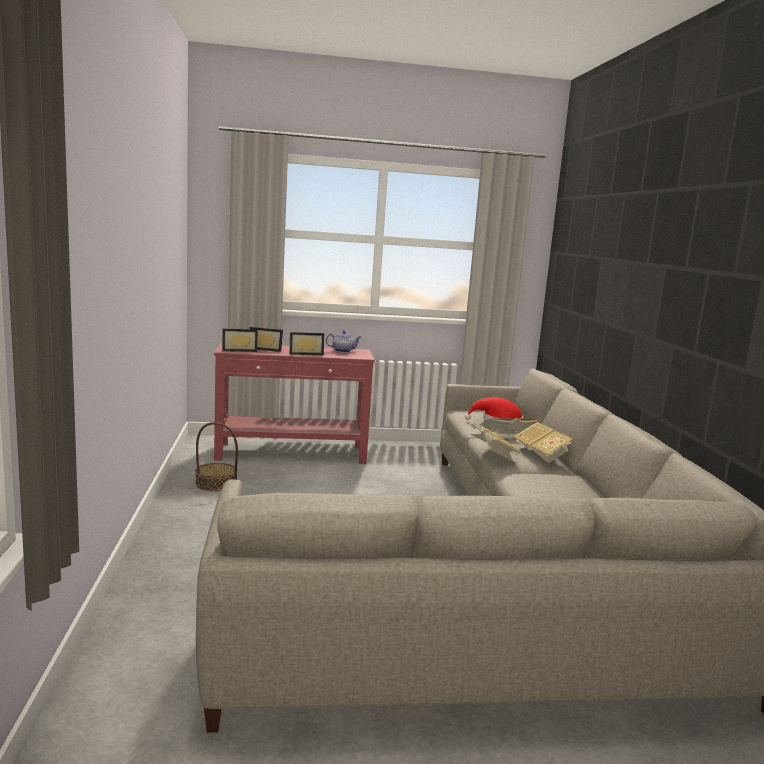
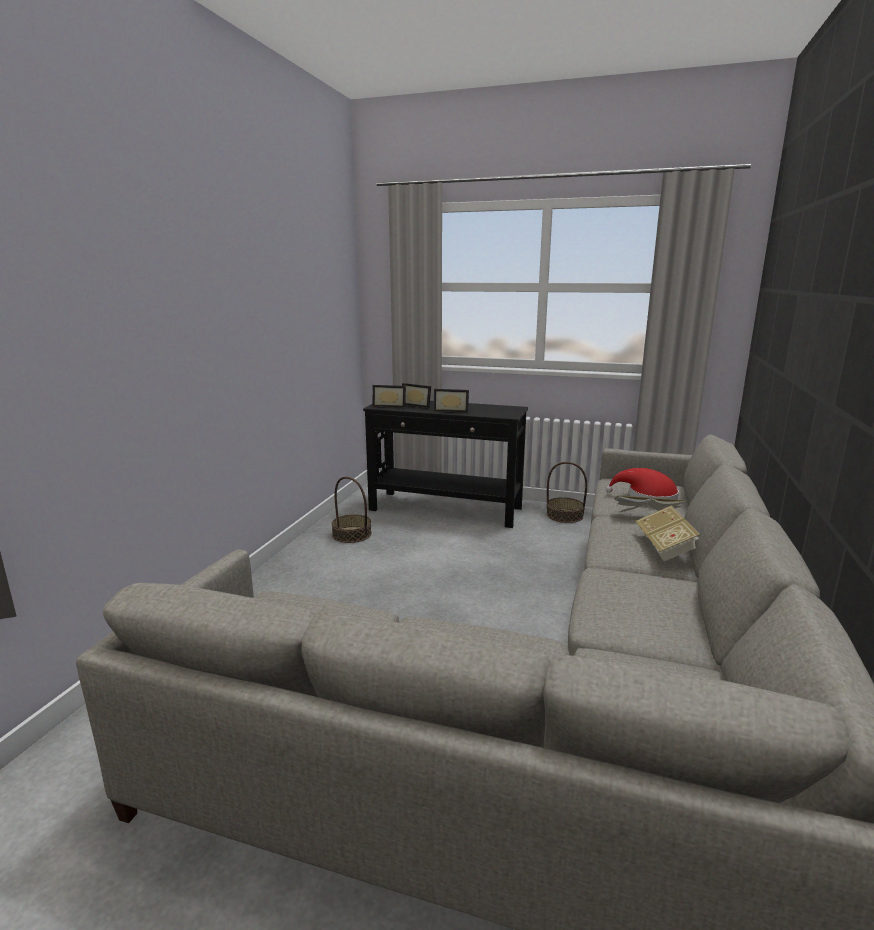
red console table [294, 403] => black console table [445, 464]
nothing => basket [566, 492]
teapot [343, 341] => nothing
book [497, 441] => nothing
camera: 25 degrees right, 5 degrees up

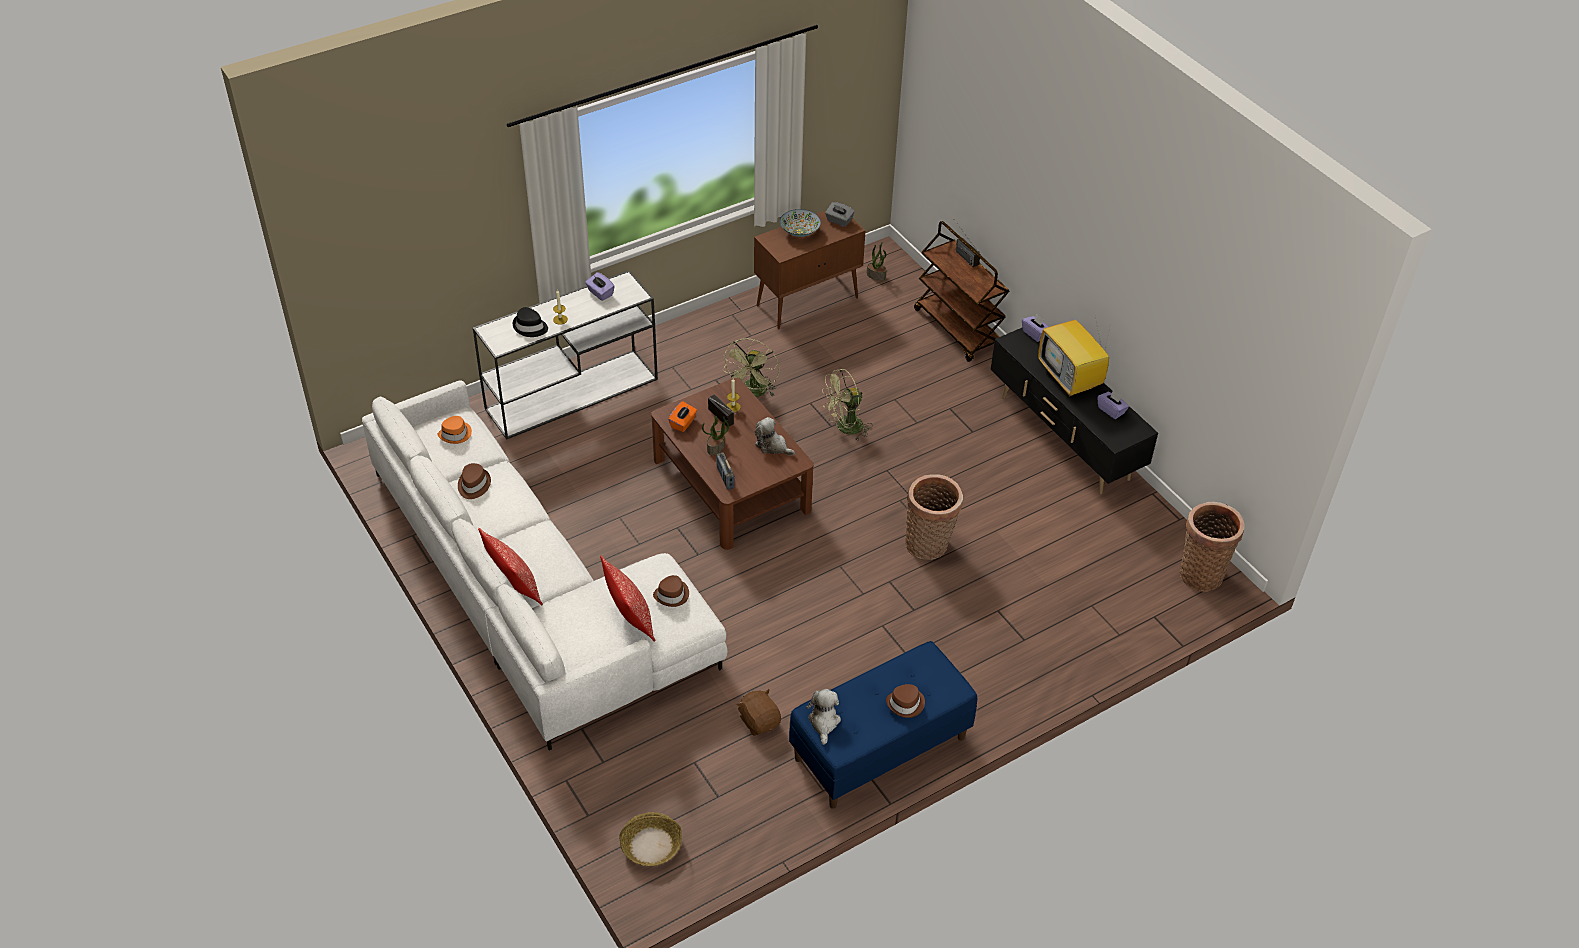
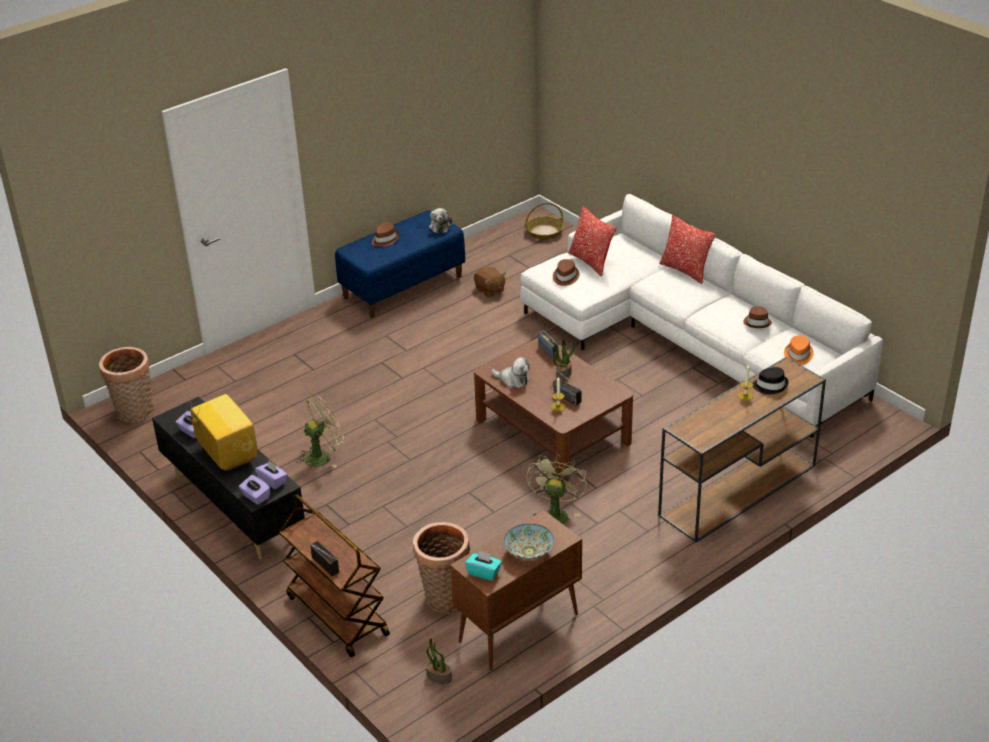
purple tissue box [600, 286] => purple tissue box [271, 475], relocated
green fan [846, 405] => green fan [320, 432], relocated
basket [934, 517] => basket [441, 568], relocated
grey tissue box [840, 214] => turquoise tissue box [483, 566]
white console table [565, 355] => brown console table [742, 450]
orange tissue box [682, 416] => nothing
camera: 175 degrees right, 10 degrees down

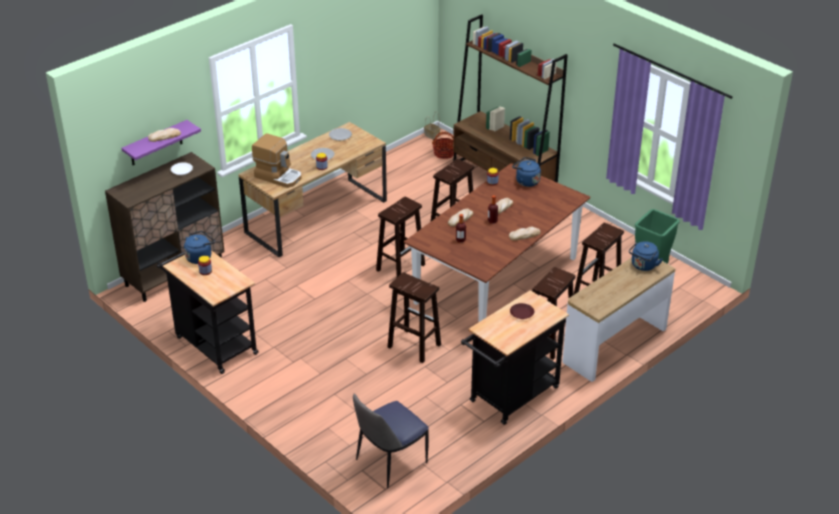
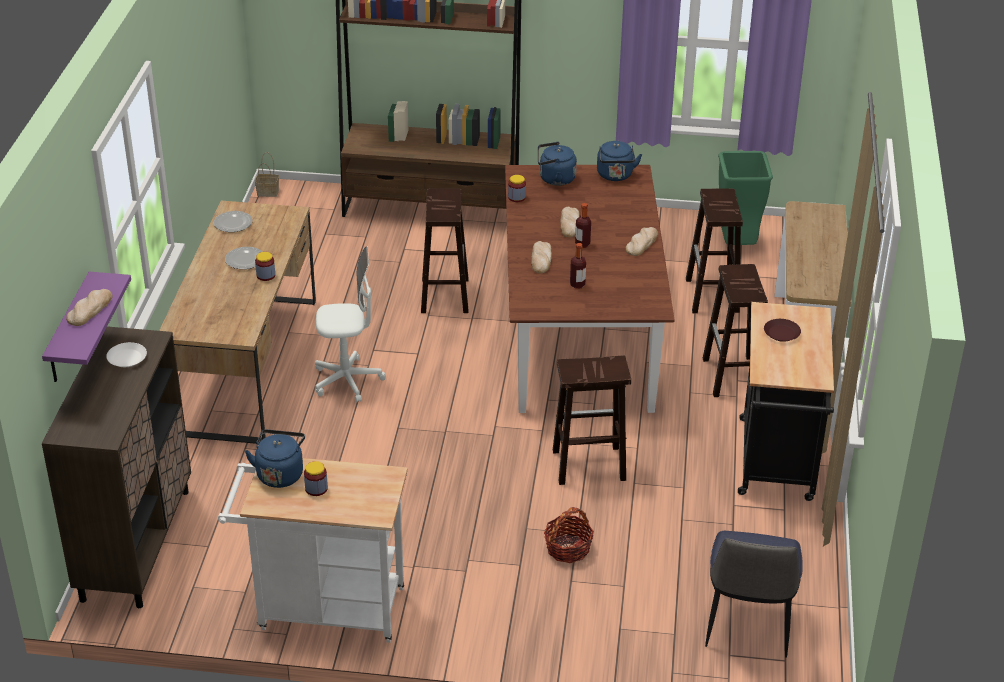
black cart [208, 312] => white cart [313, 550]
nothing => white office chair [350, 325]
basket [443, 145] => basket [569, 535], relocated
blue kettle [646, 256] => blue kettle [619, 161], relocated
coffee machine [276, 160] => nothing
brown stool [400, 237] => nothing
camera: 40 degrees left, 0 degrees up

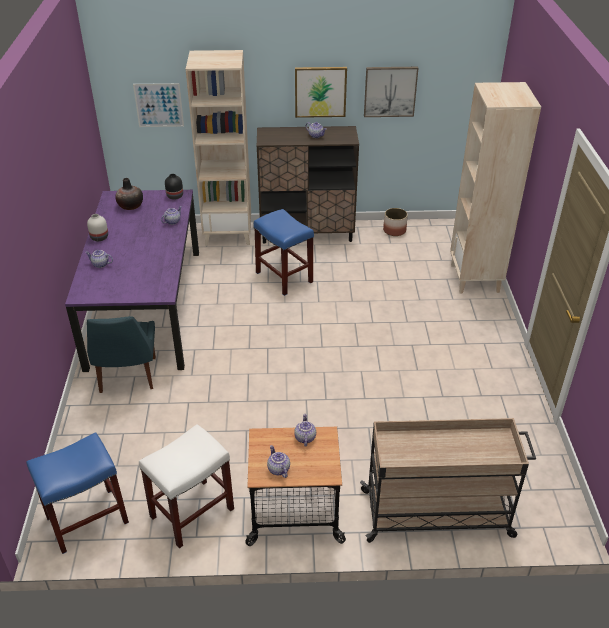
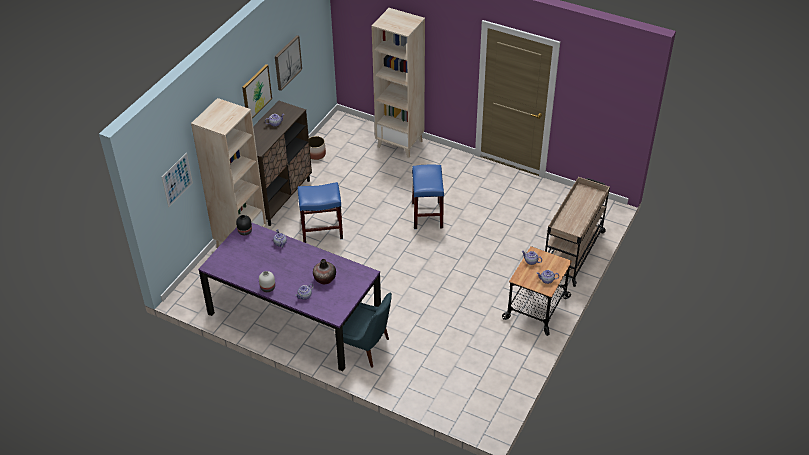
vase [129, 194] => vase [324, 271], relocated
blue stool [77, 493] => blue stool [428, 196], relocated
white stool [186, 486] => nothing
camera: 60 degrees left, 5 degrees up

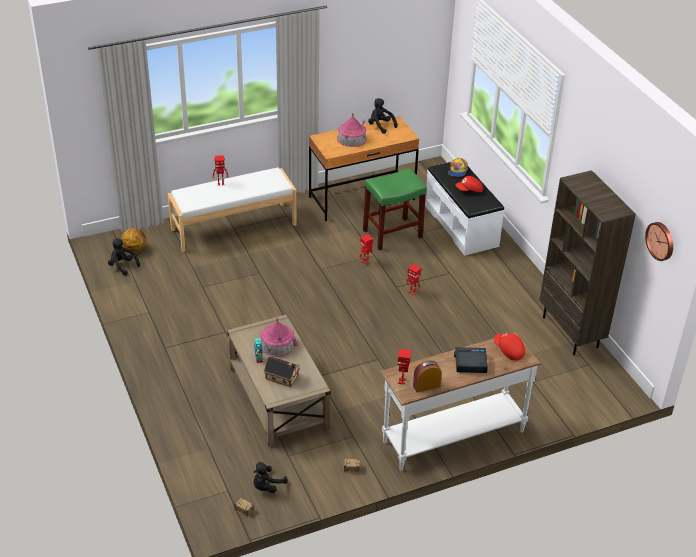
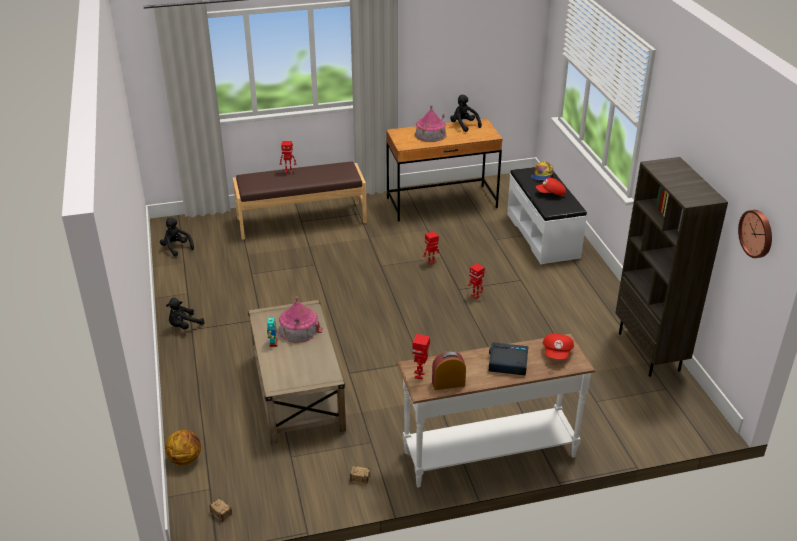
basketball [133, 240] => basketball [183, 447], relocated
black plush toy [270, 477] => black plush toy [185, 313], relocated
white bench [232, 210] => brown bench [300, 200]
red cap [509, 347] => red cap [558, 346], 135 degrees counterclockwise
toy house [282, 371] => nothing
green stool [395, 209] => nothing
camera: 10 degrees right, 5 degrees down

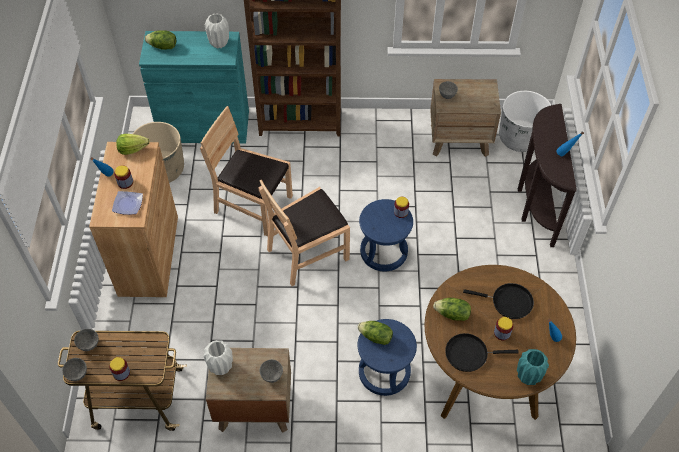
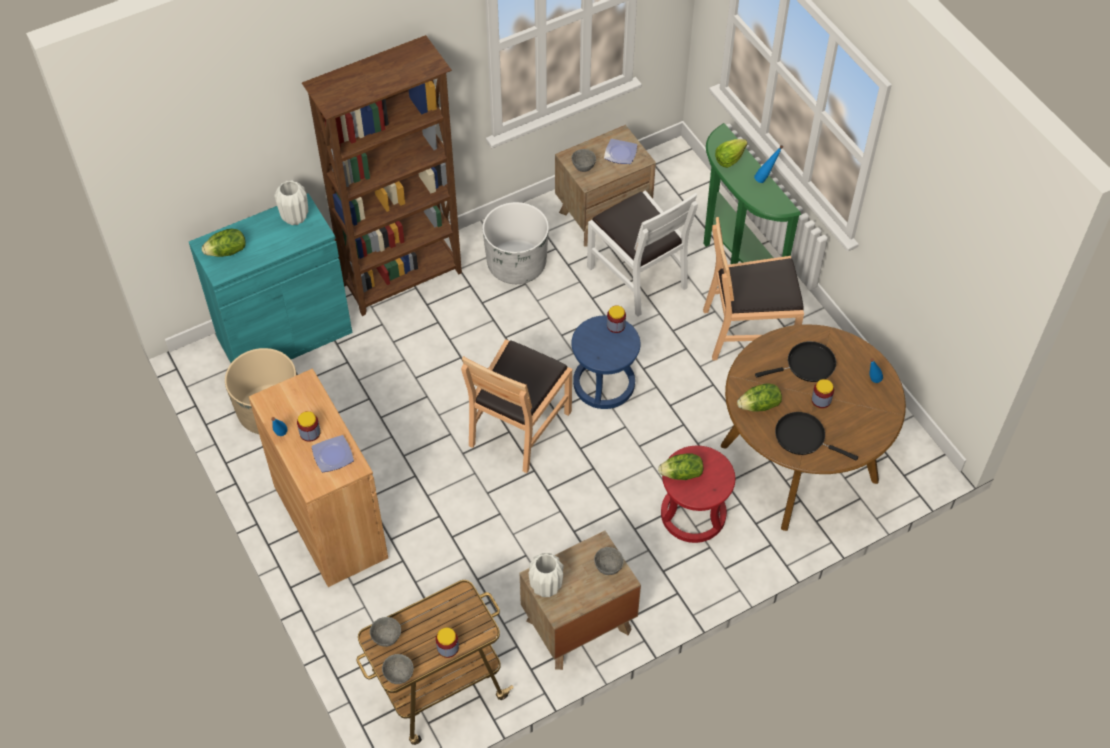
white planter [525, 121] => white planter [516, 243], relocated
nothing => white chair [642, 253]
nothing => plate [620, 151]
blue stool [387, 357] => red stool [698, 494]
brown console table [547, 175] => green console table [752, 193]
brown chair [246, 171] => brown chair [753, 289], relocated
lettuce [132, 144] => lettuce [731, 153], relocated
black frying pan [482, 352] => black frying pan [816, 436], 60 degrees clockwise
turquoise vase [533, 367] => nothing
camera: 30 degrees left, 0 degrees up

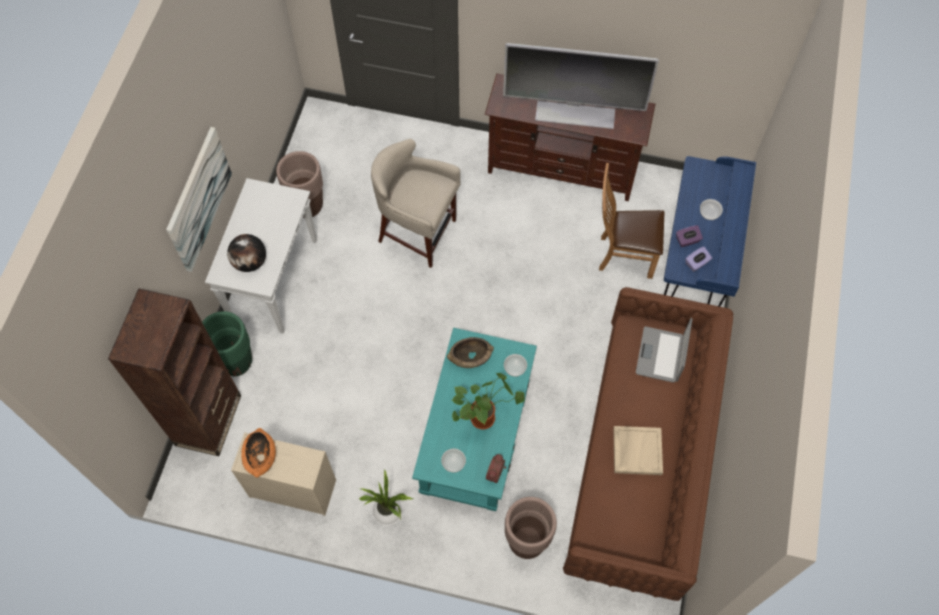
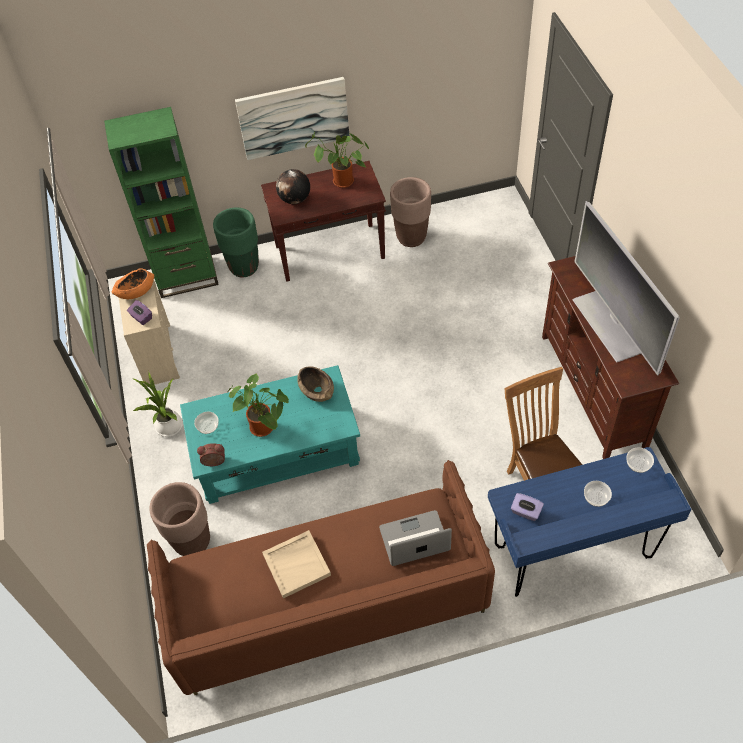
brown bookcase [174, 372] => green bookcase [161, 202]
purple tissue box [689, 236] => purple tissue box [139, 312], relocated
white console table [261, 256] => brown console table [323, 221]
nothing => potted plant [337, 160]
bowl [515, 365] => bowl [640, 460], relocated
beige stool [415, 203] => nothing
camera: 65 degrees right, 10 degrees down

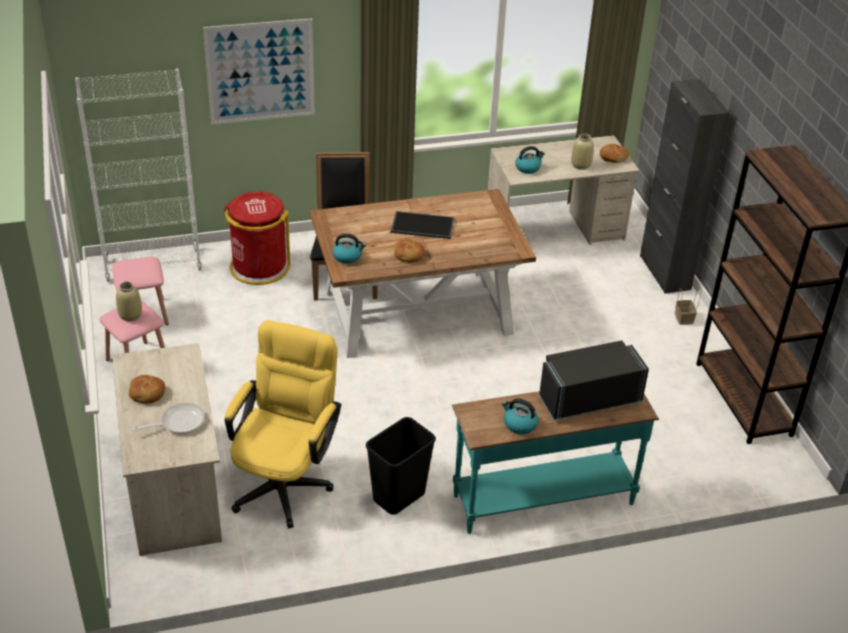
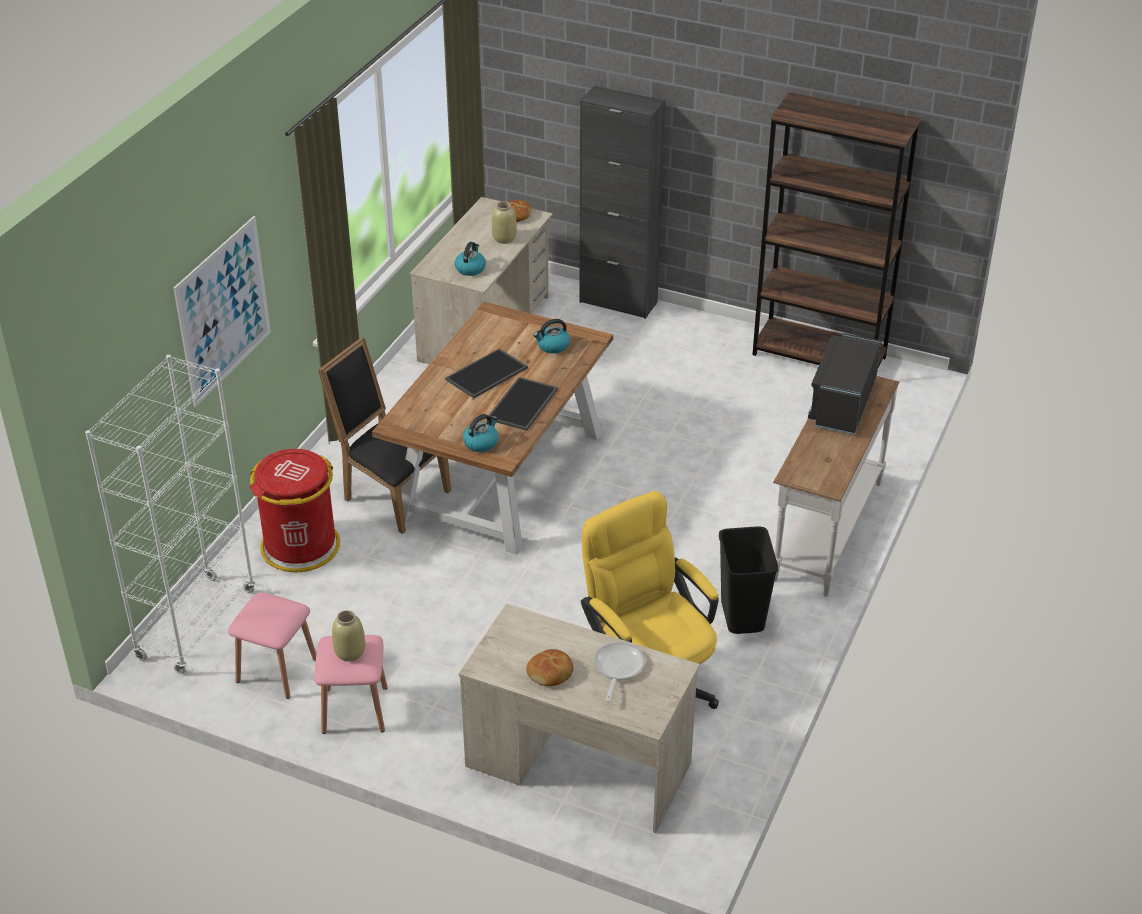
bread [409, 250] => tray [523, 404]
kettle [520, 416] => kettle [551, 336], relocated
turquoise console table [555, 462] => white console table [836, 486]
basket [688, 306] => nothing
camera: 50 degrees left, 0 degrees up

